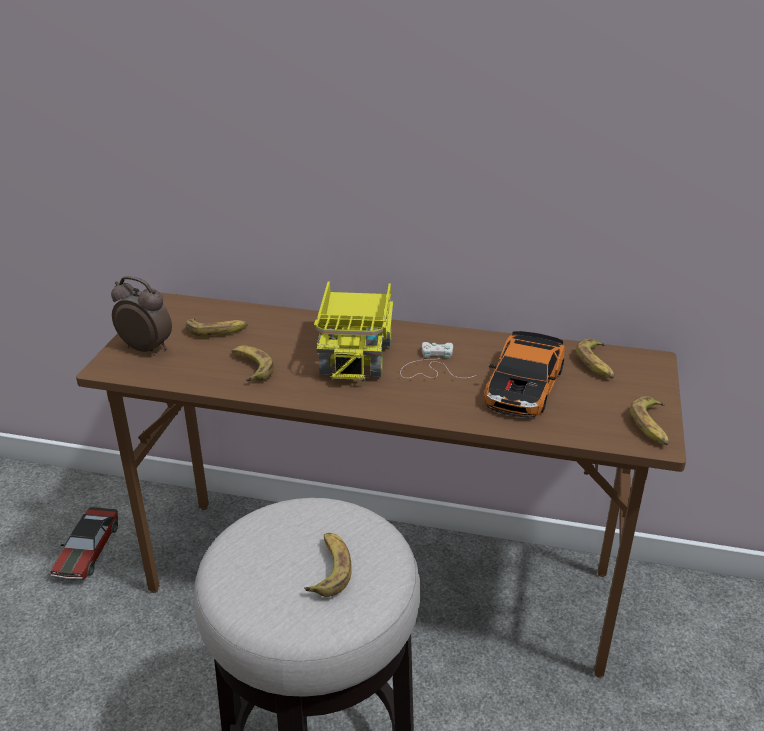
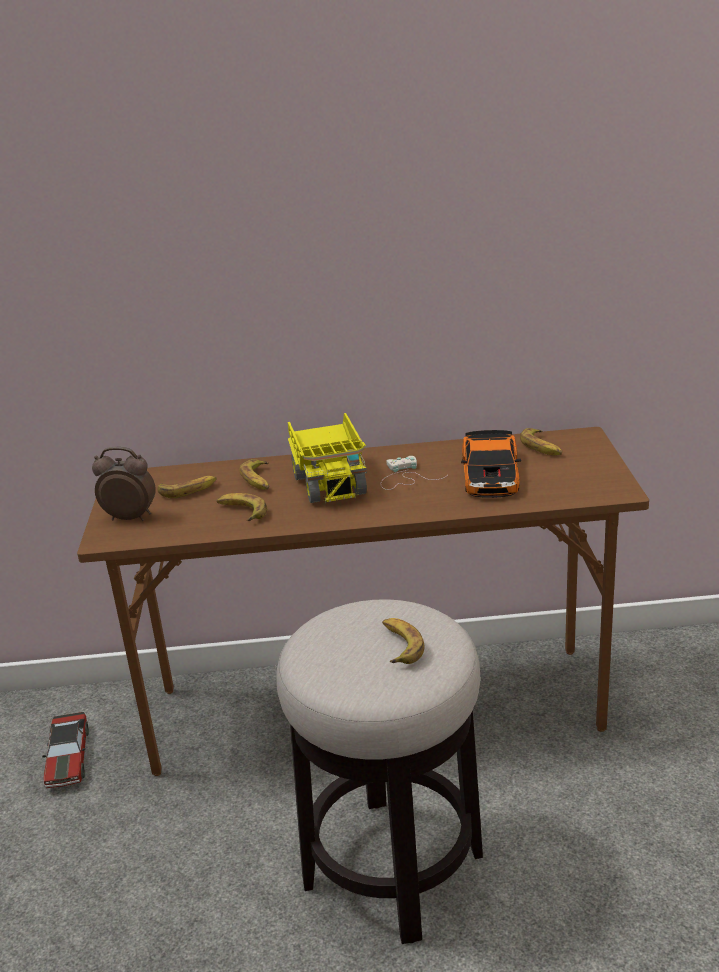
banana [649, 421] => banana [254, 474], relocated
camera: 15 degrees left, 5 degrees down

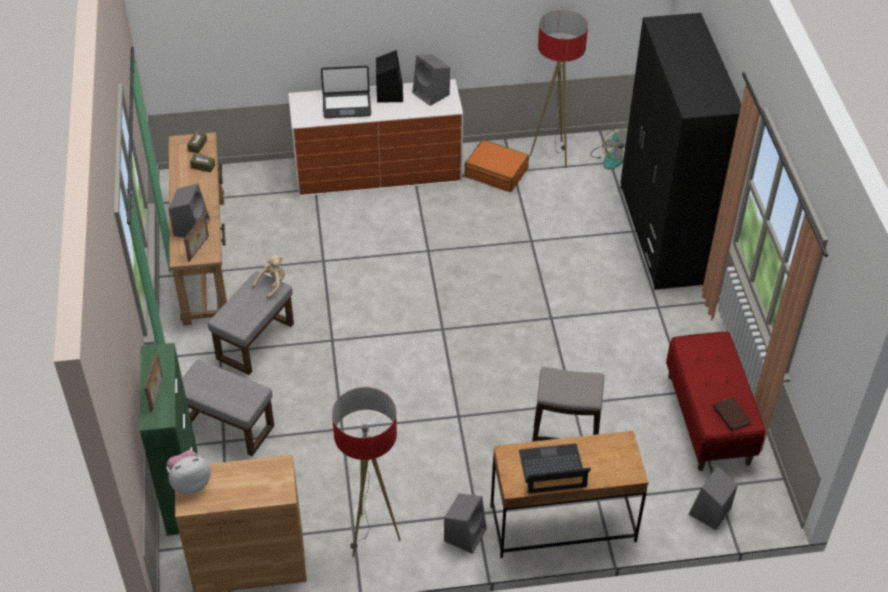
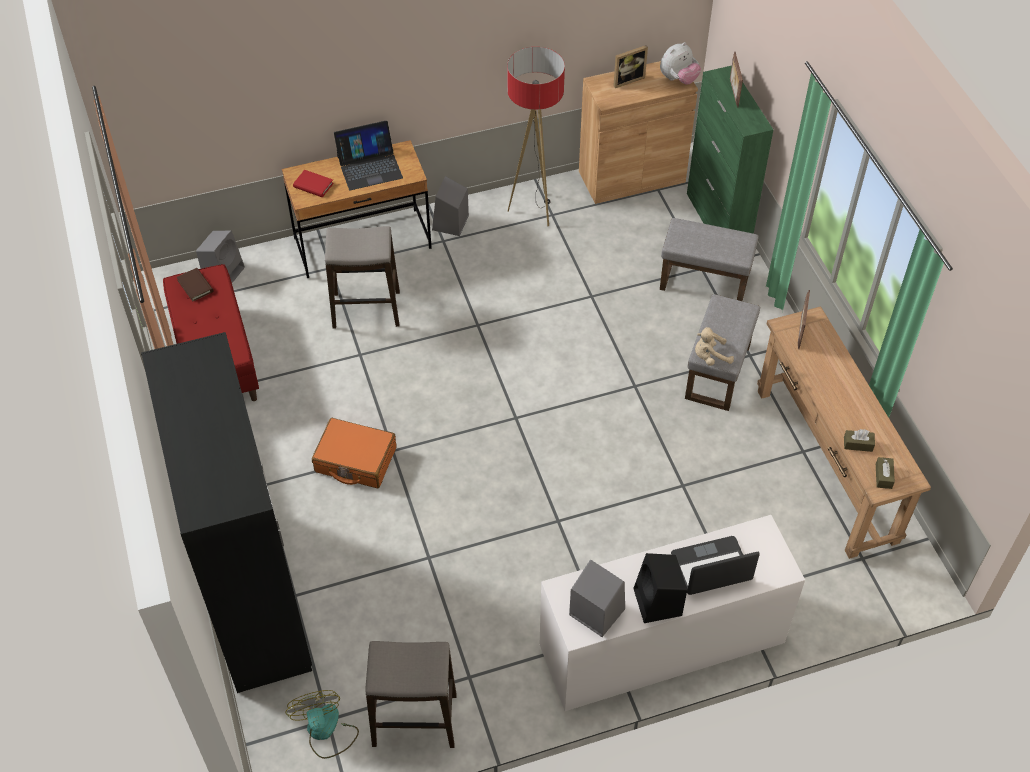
nothing => red book [313, 183]
orange suitcase [496, 166] => orange suitcase [354, 453], relocated
floor lamp [559, 89] => stool [411, 694]
nothing => picture frame [630, 66]
beige plush toy [268, 277] => beige plush toy [714, 346], 45 degrees clockwise
grey speaker [189, 211] => nothing
camera: 170 degrees right, 5 degrees up

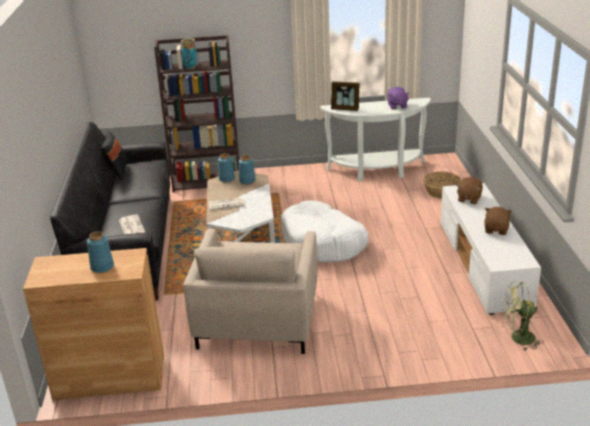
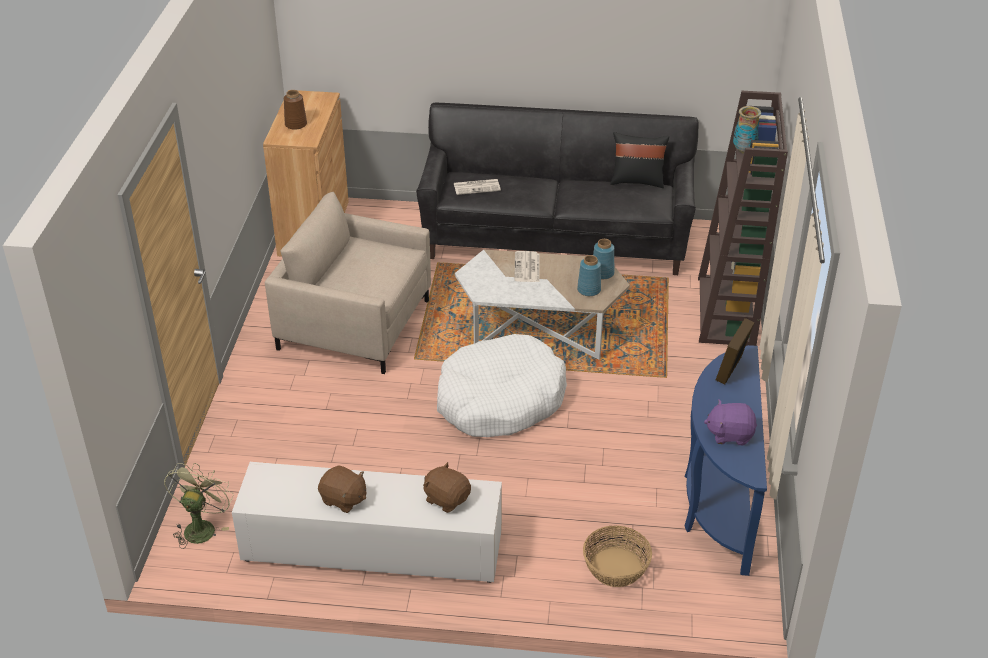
blue vase [100, 252] => brown vase [295, 110]
white console table [375, 139] => blue console table [726, 460]
camera: 100 degrees right, 10 degrees up

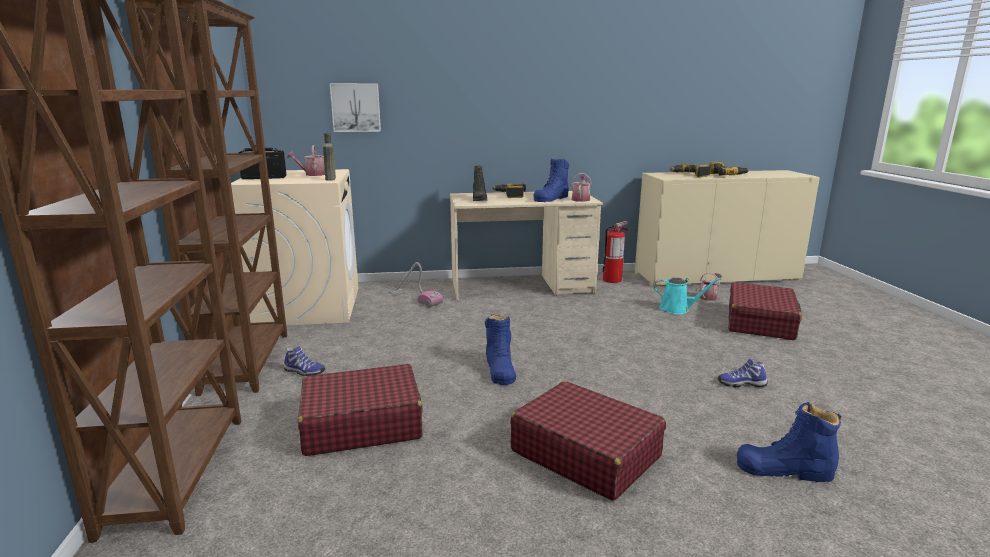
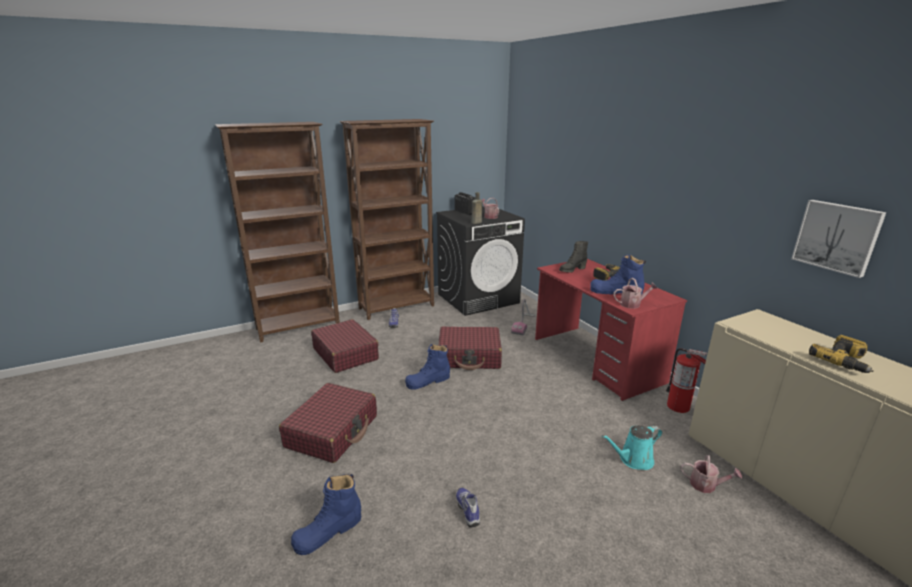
blue boot [789, 442] => blue boot [326, 514], 120 degrees counterclockwise
beige washing machine [294, 247] => black washing machine [480, 261]
red suitcase [765, 311] => red suitcase [470, 348], relocated
beige desk [526, 245] => red desk [611, 330]
turquoise watering can [687, 296] => turquoise watering can [632, 447], 75 degrees clockwise
picture [355, 107] => picture [838, 239], relocated
power drill [690, 170] => nothing
camera: 70 degrees right, 5 degrees up

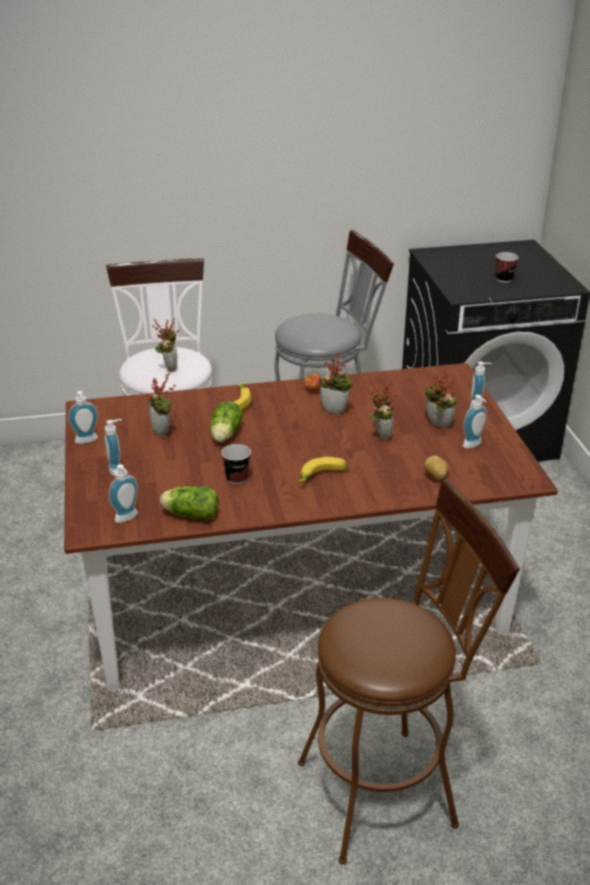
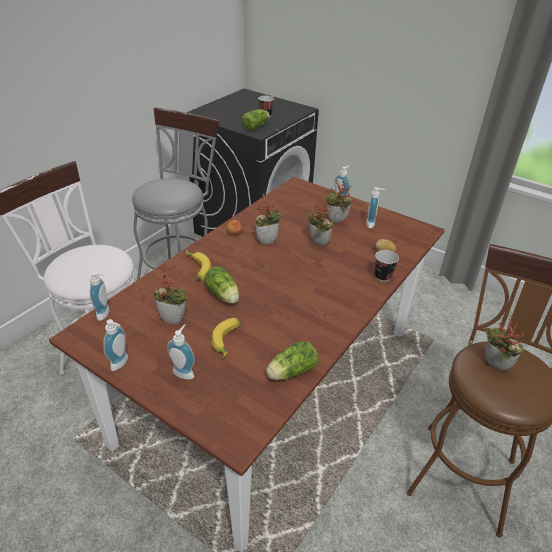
soap dispenser [123, 493] => soap dispenser [99, 296], relocated
banana [322, 470] => banana [226, 338], relocated
nothing => lettuce [256, 119]
cup [236, 464] => cup [387, 266], relocated
potted plant [166, 345] => potted plant [505, 343], relocated
camera: 45 degrees left, 5 degrees up

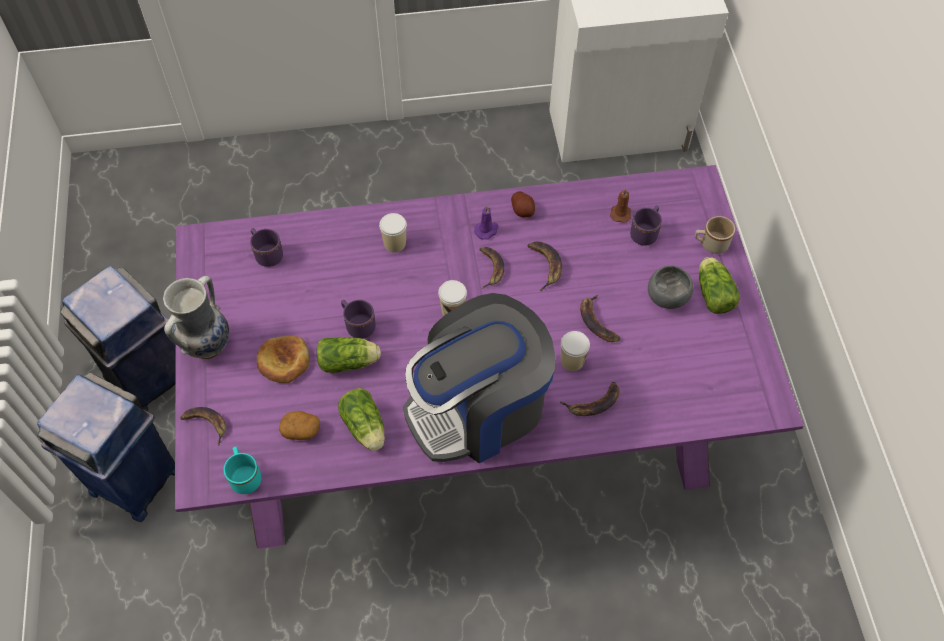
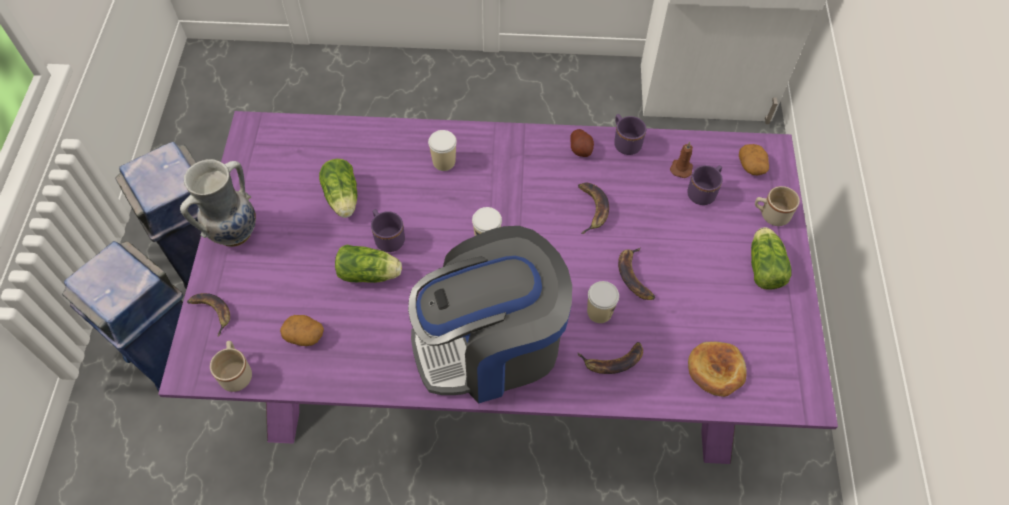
turquoise mug [242, 470] => beige mug [231, 366]
lettuce [361, 419] => lettuce [338, 188], relocated
purple mug [266, 247] => purple mug [630, 134], relocated
bread [283, 359] => bread [717, 369], relocated
nothing => potato [754, 159]
purple candle [486, 222] => nothing
banana [491, 268] => nothing
grey bowl [670, 287] => nothing
camera: 10 degrees right, 0 degrees up

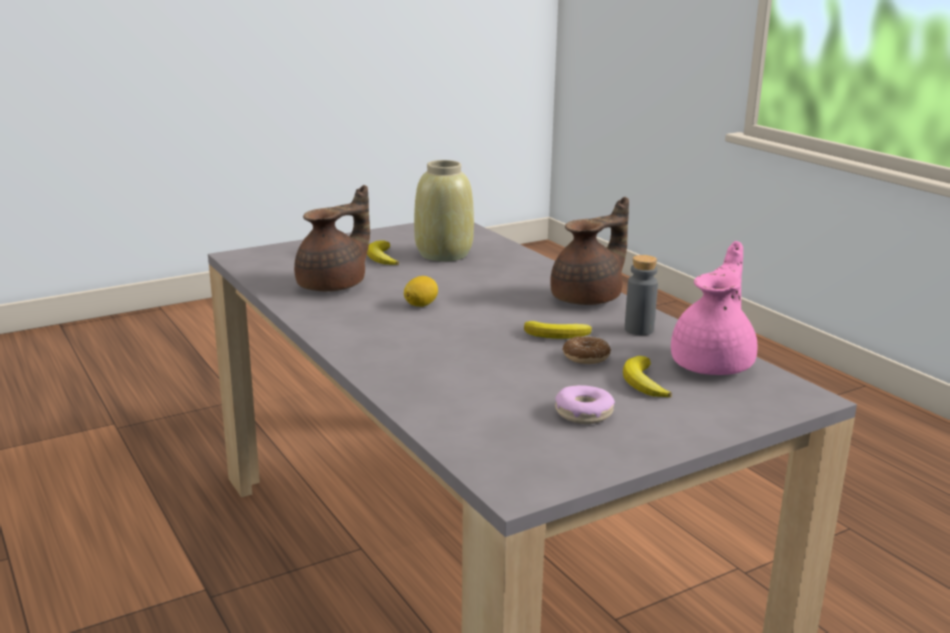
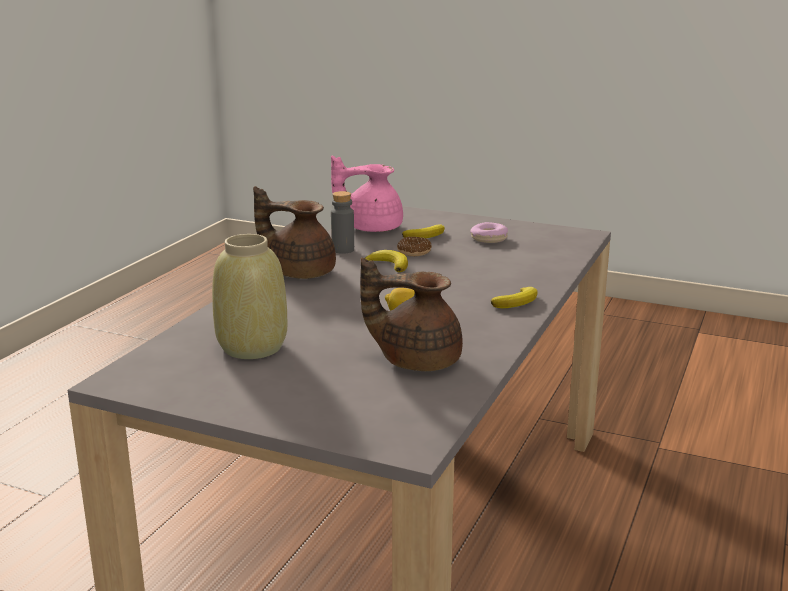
banana [383, 252] => banana [514, 297], relocated
camera: 125 degrees left, 0 degrees up

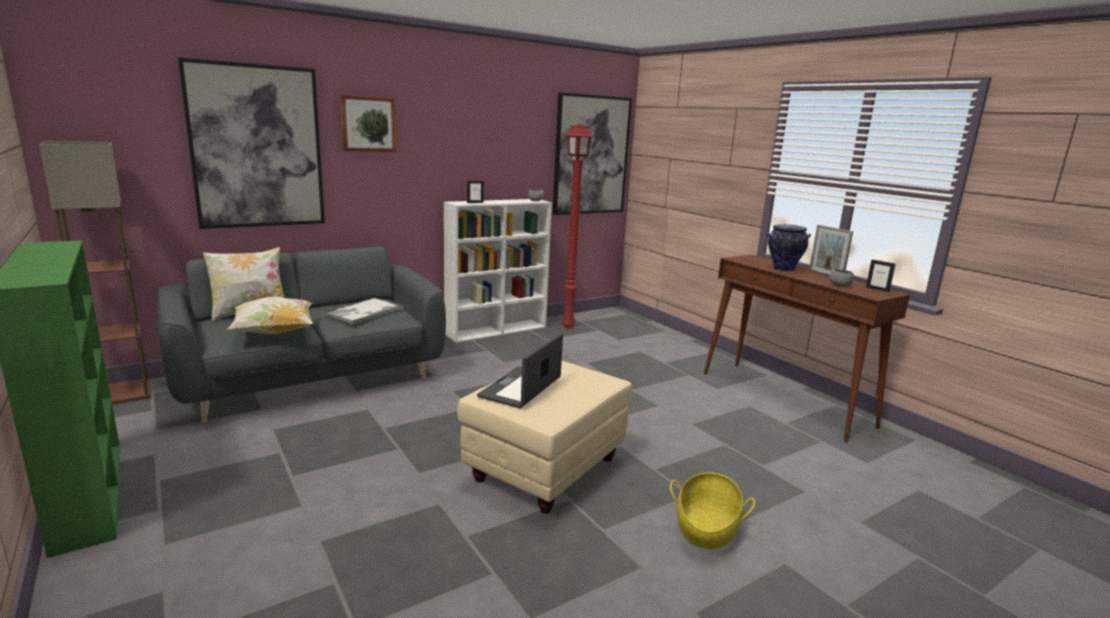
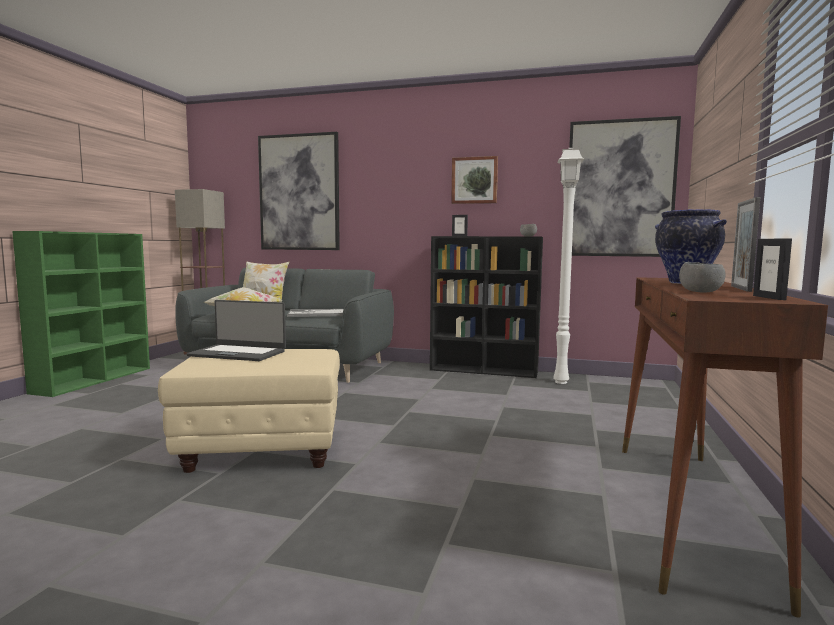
laptop [520, 370] => laptop [236, 330], 150 degrees counterclockwise
white bookcase [498, 270] => black bookcase [486, 307]
picture [368, 123] => picture [474, 180], relocated
red floor lamp [578, 226] => white floor lamp [568, 266]
basket [712, 510] => nothing
camera: 50 degrees right, 10 degrees down

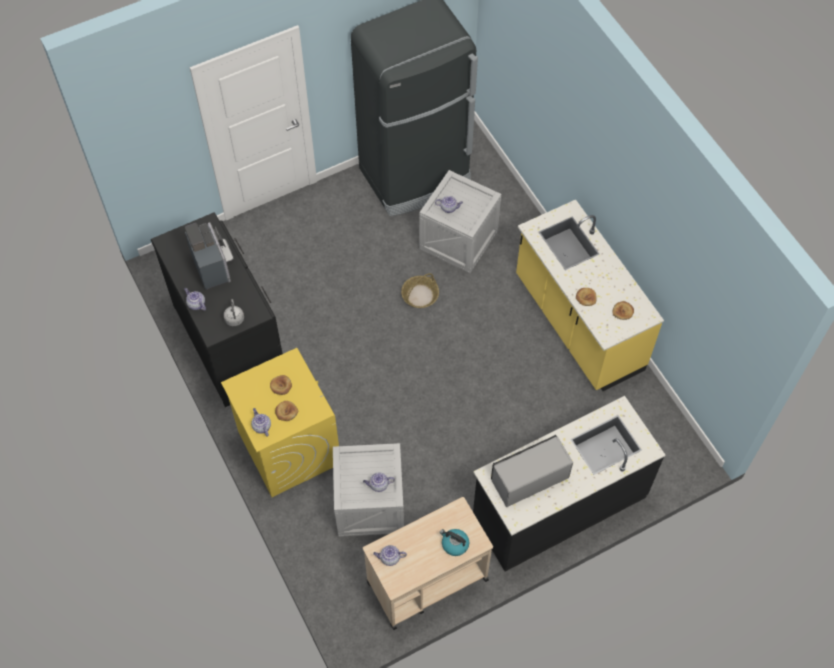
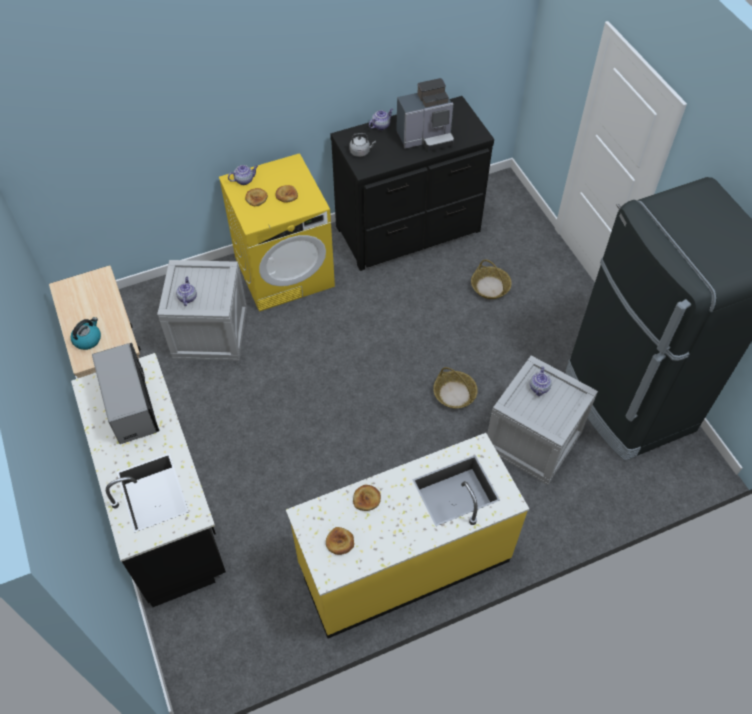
nothing => basket [491, 279]
teapot [390, 555] => nothing
camera: 95 degrees right, 5 degrees down

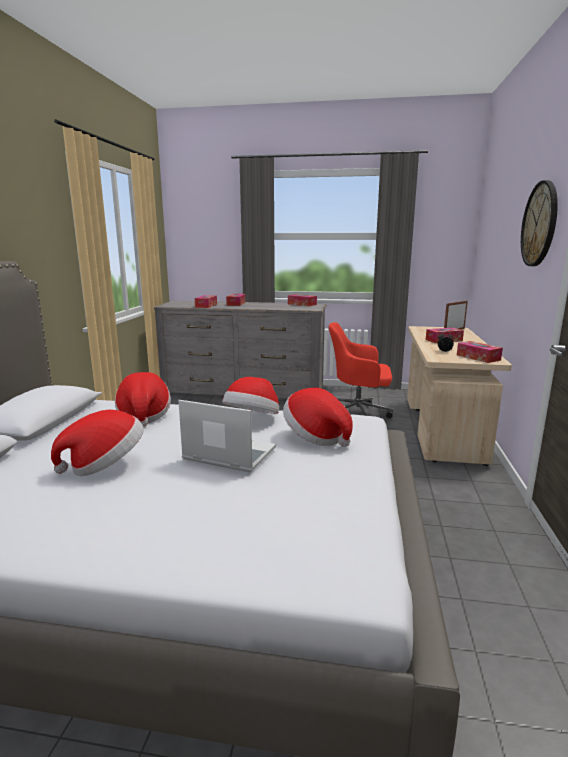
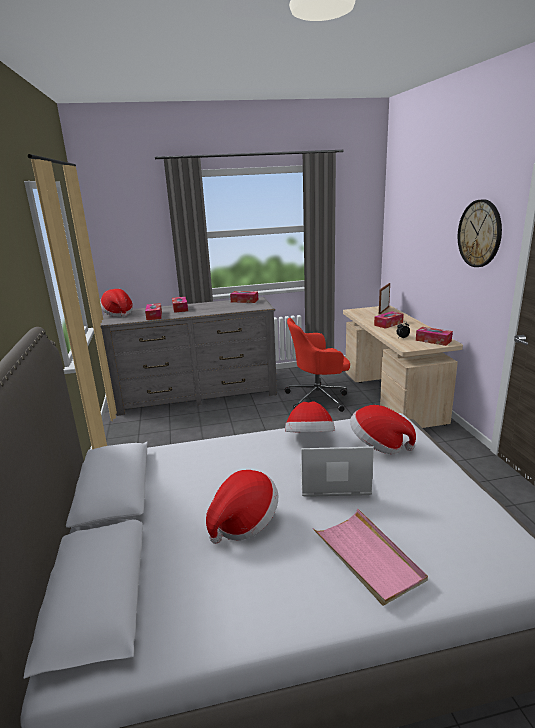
hat [143, 399] => hat [116, 303], relocated
nothing => pink tray [370, 557]
camera: 20 degrees left, 5 degrees up

